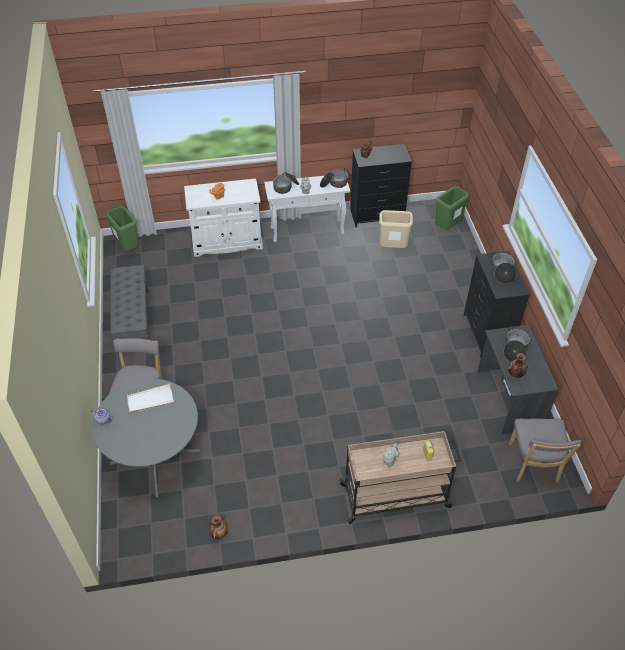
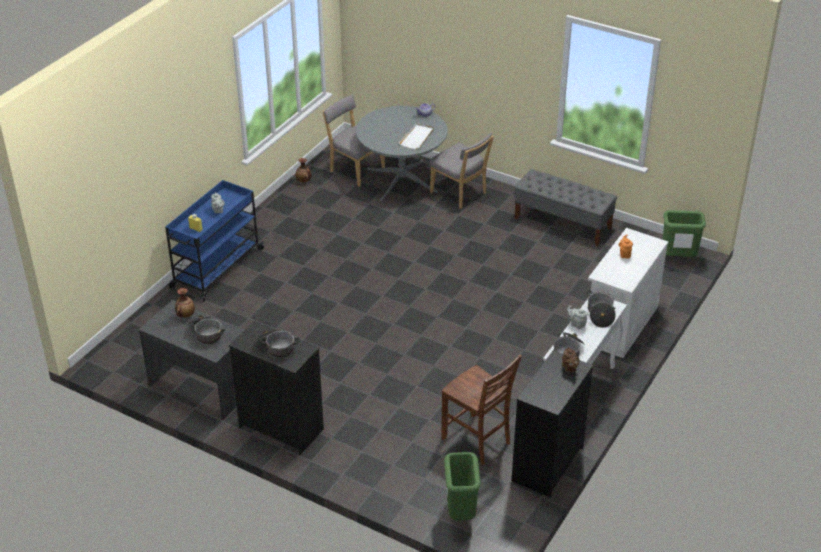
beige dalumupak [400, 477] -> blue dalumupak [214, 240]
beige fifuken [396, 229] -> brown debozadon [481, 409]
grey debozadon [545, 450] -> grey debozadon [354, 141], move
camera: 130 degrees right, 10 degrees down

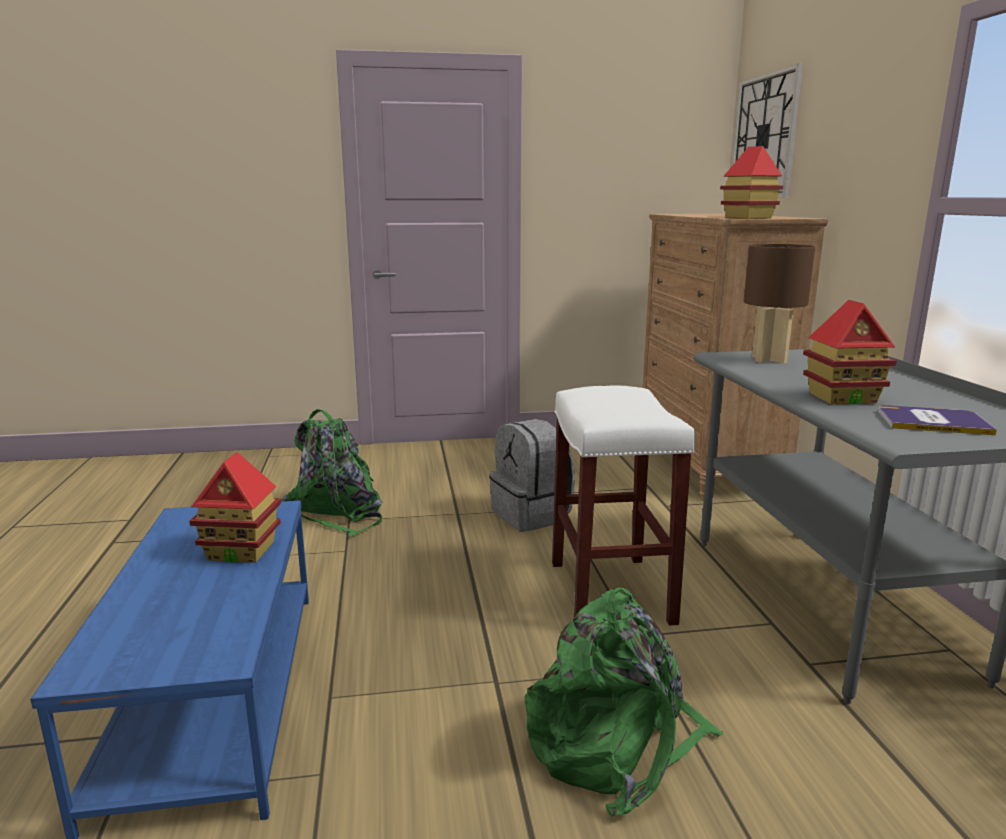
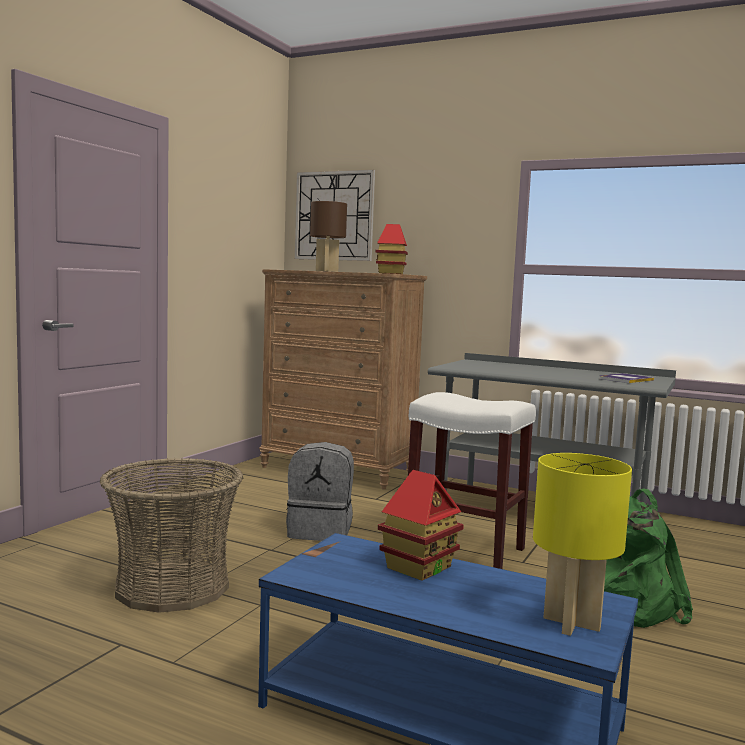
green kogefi [332, 473] -> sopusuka [171, 535]
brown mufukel [779, 304] -> brown mufukel [328, 236], move
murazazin [850, 352] -> none
none -> yellow mufukel [582, 544]
camera: 55 degrees left, 10 degrees down

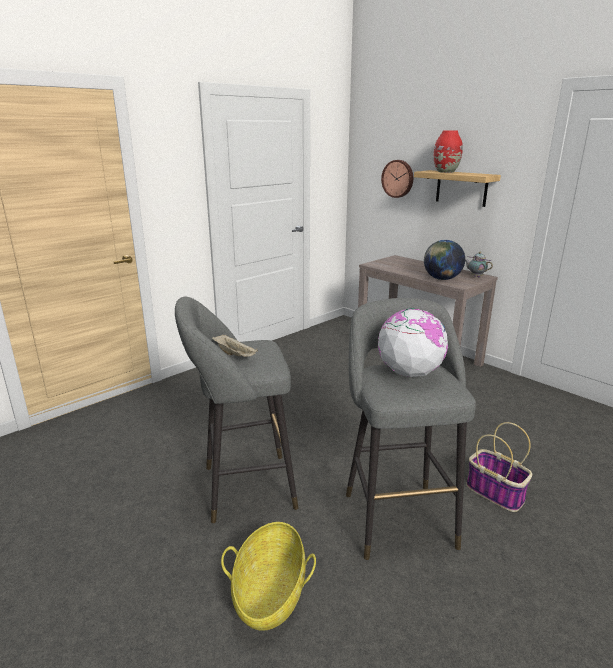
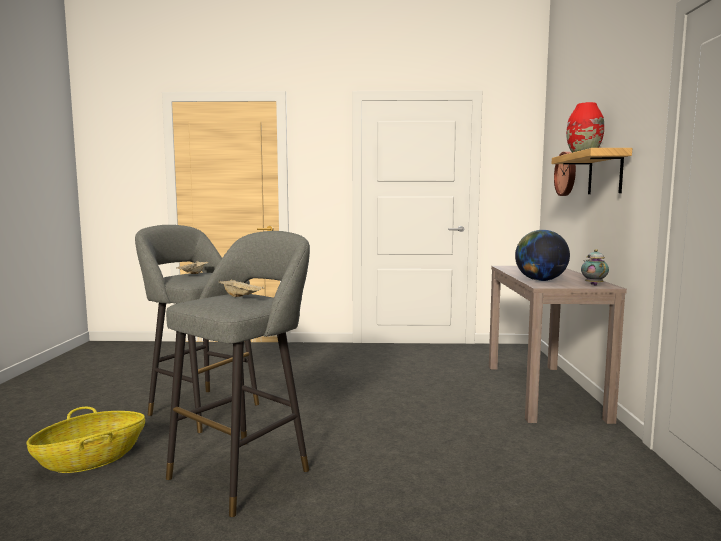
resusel [413, 342] -> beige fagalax [241, 288]
sopusuka [499, 467] -> none
camera: 45 degrees right, 15 degrees down

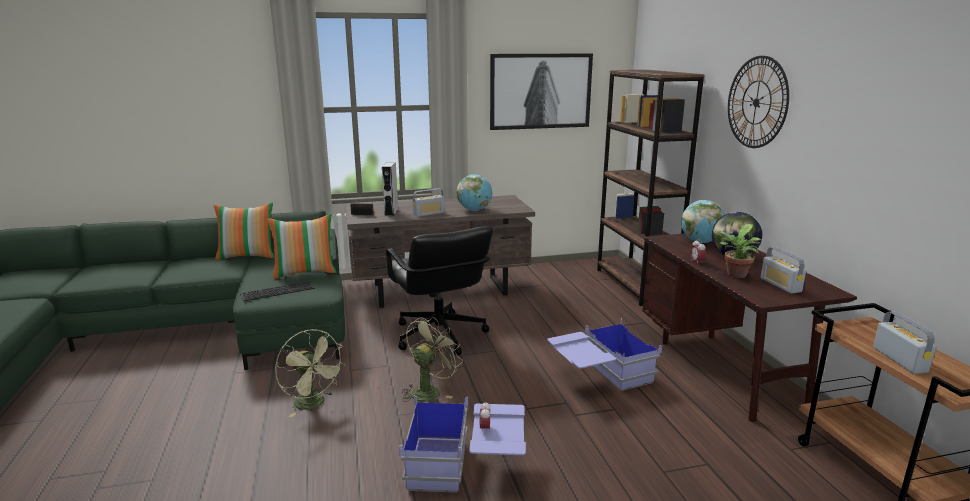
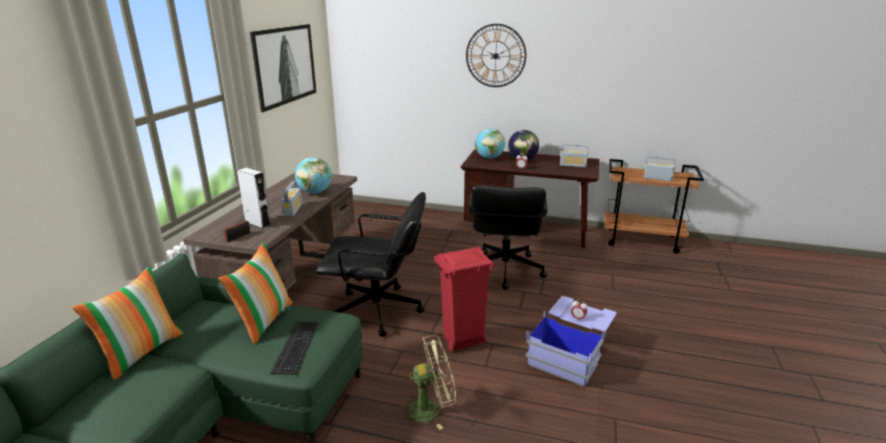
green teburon [432, 359] -> red fifuken [464, 299]
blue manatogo [604, 354] -> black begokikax [508, 237]
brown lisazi [651, 188] -> none
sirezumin [738, 251] -> none
camera: 60 degrees left, 5 degrees up

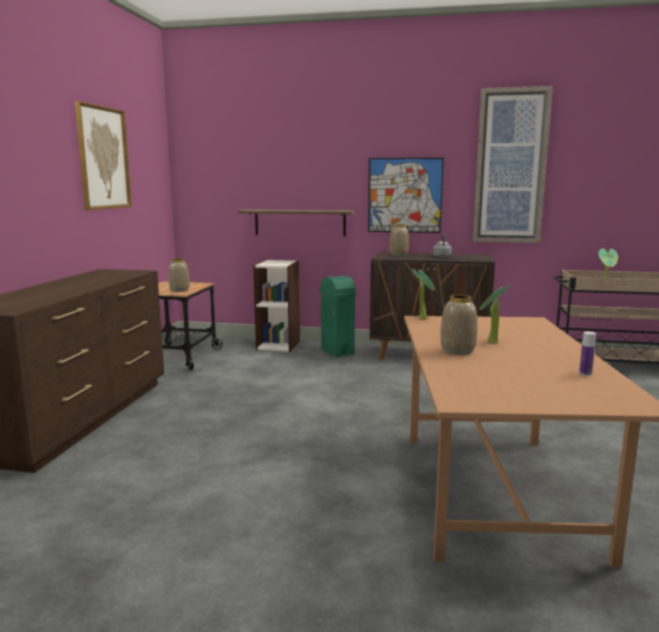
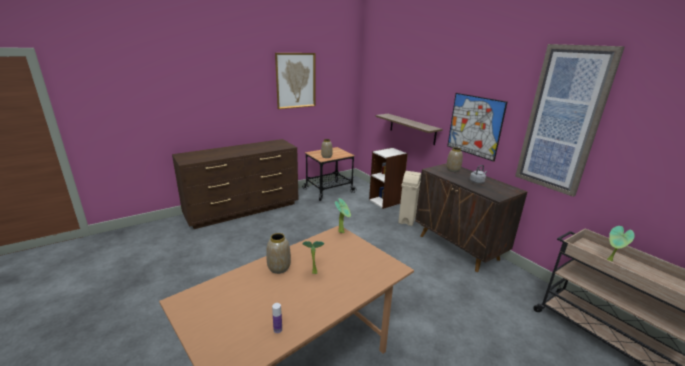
green fifuken [338, 316] -> beige fifuken [409, 198]
camera: 45 degrees right, 10 degrees up

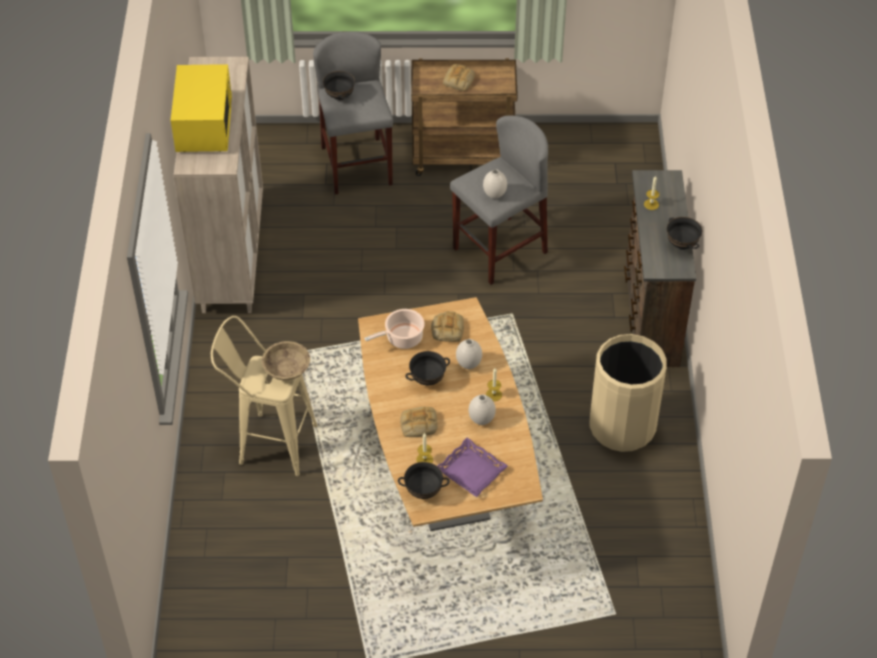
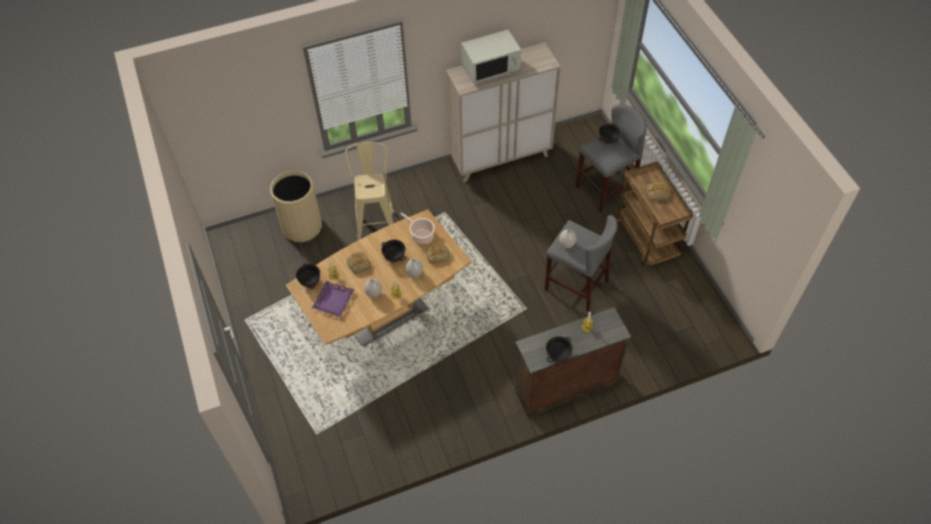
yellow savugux [201, 108] -> white savugux [491, 57]
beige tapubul [286, 360] -> none
beige fifuken [628, 393] -> beige fifuken [296, 206], move
camera: 70 degrees right, 5 degrees up

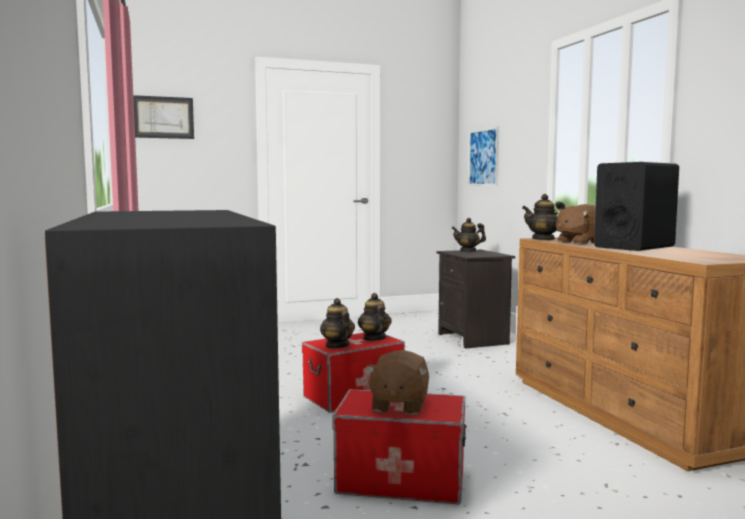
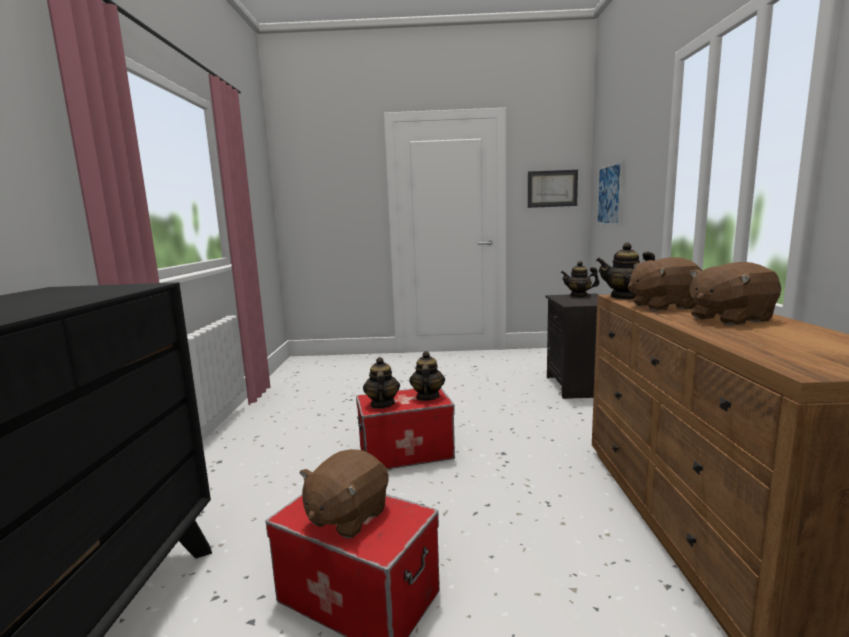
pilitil [163, 117] -> pilitil [553, 189], move
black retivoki [636, 206] -> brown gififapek [735, 294]
camera: 20 degrees right, 5 degrees up

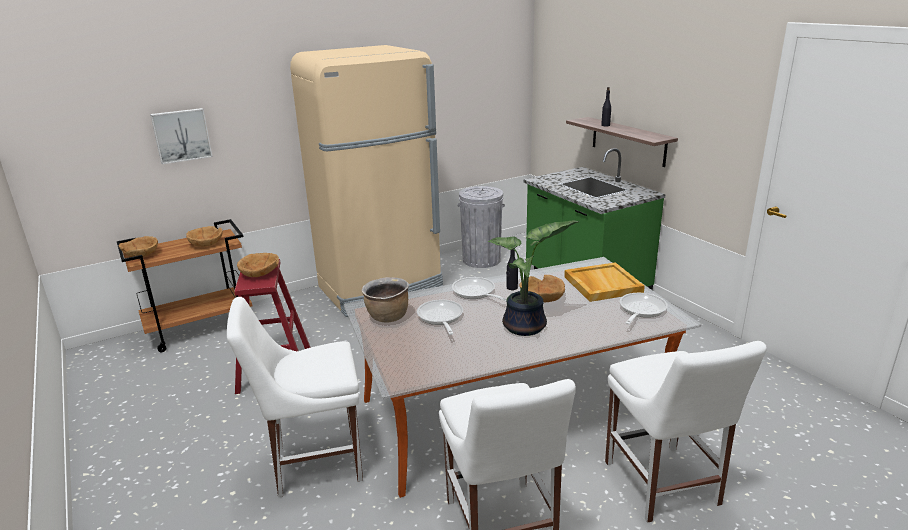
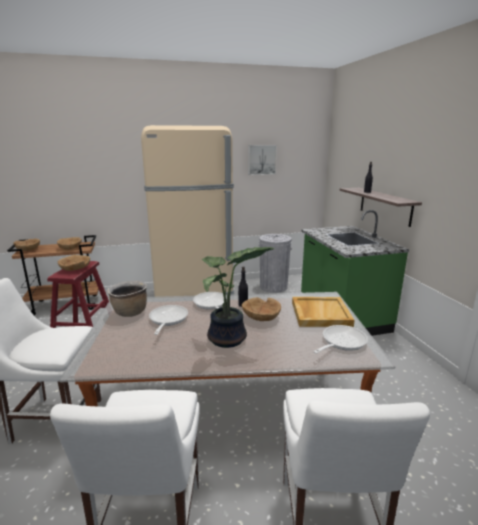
pilitil [181, 136] -> pilitil [262, 160], move
camera: 15 degrees right, 5 degrees down

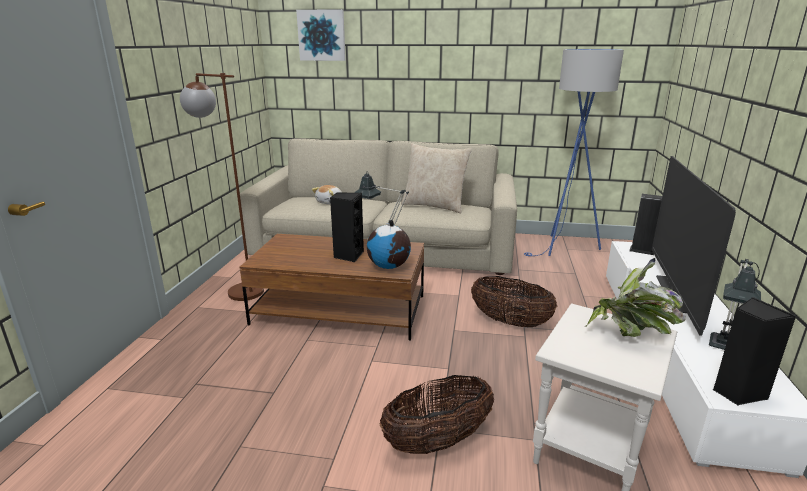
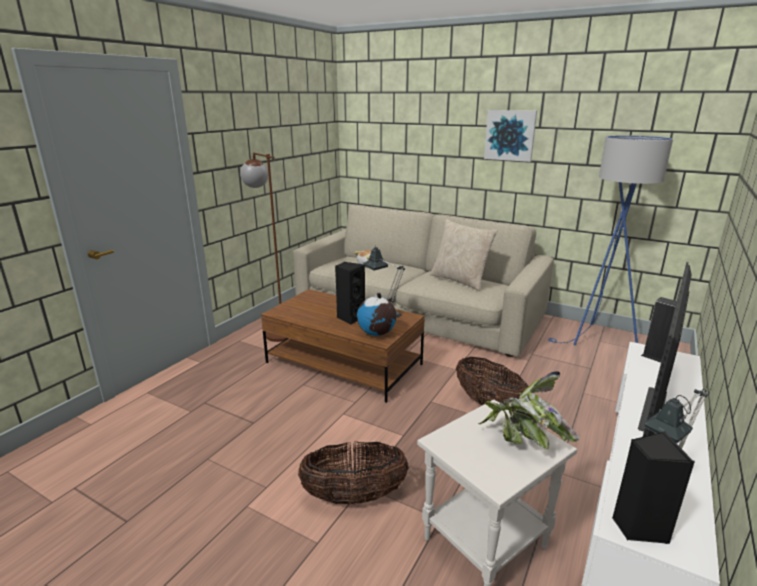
pilitil [321, 35] -> pilitil [510, 136], move
camera: 20 degrees right, 0 degrees up

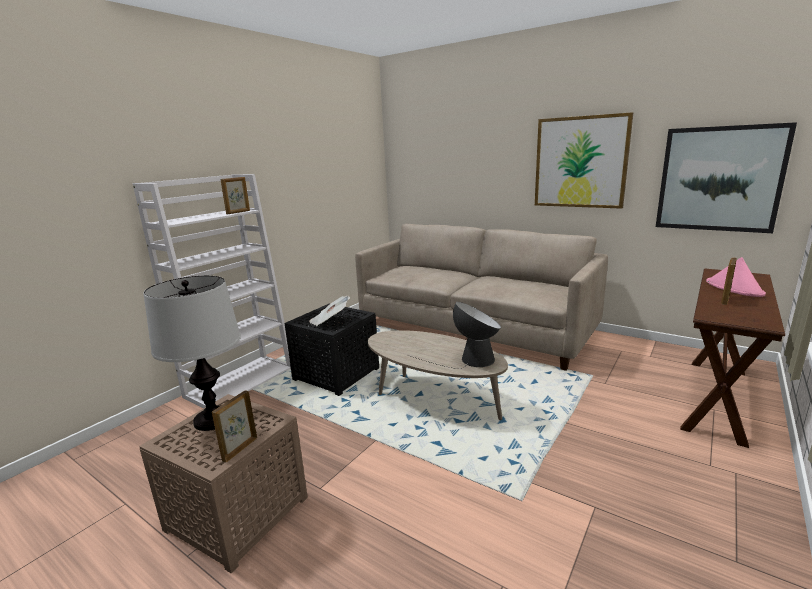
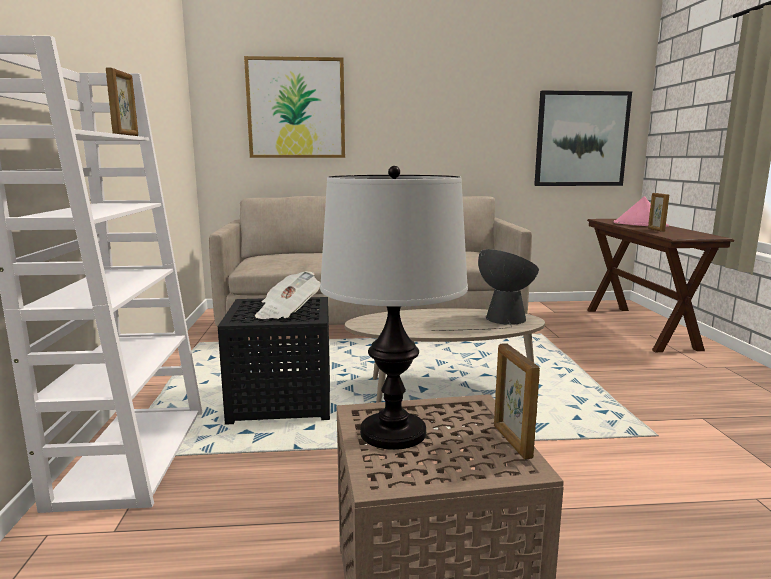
pilitil [584, 160] -> pilitil [294, 107], move
camera: 40 degrees left, 5 degrees down

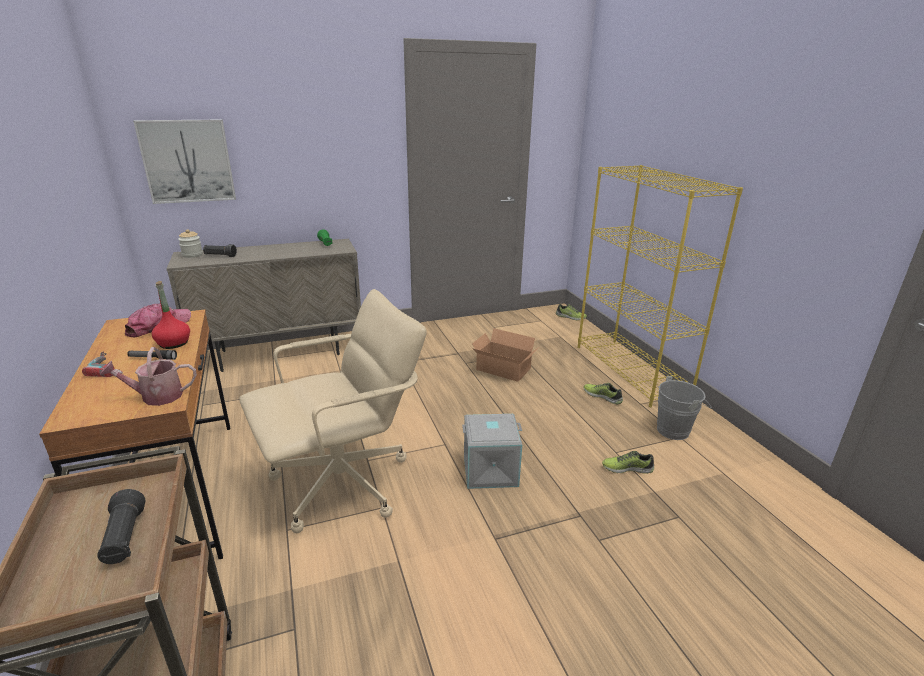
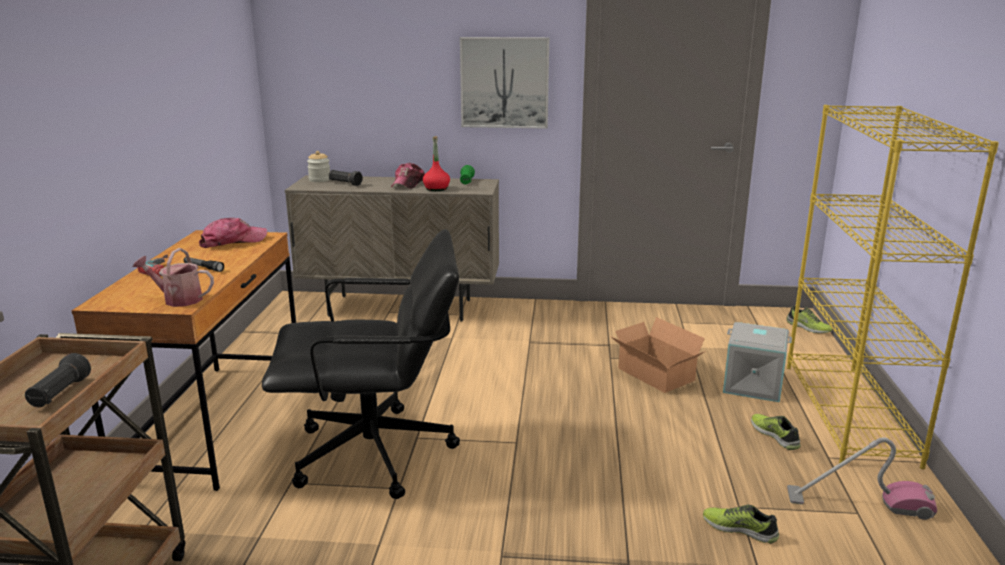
pilitil [184, 162] -> pilitil [504, 83], move
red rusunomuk [171, 315] -> red rusunomuk [436, 163], move
beige begokikax [333, 411] -> black begokikax [361, 364]
grey manatogo [492, 451] -> grey manatogo [757, 362], move
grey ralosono [684, 408] -> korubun [862, 478]
none -> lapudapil [408, 176]
camera: 25 degrees right, 5 degrees down

